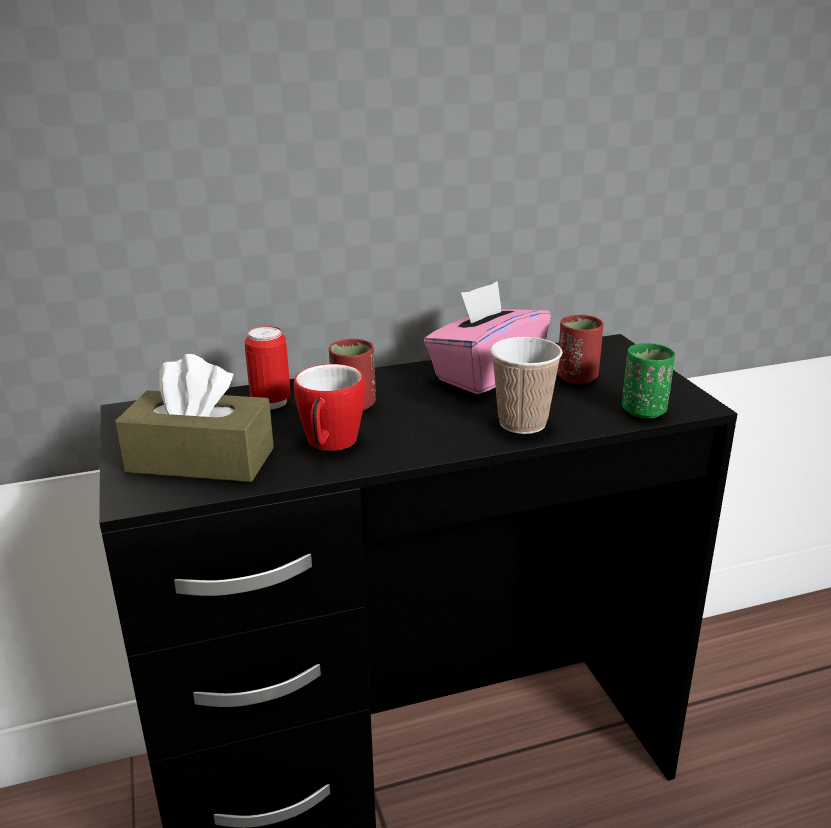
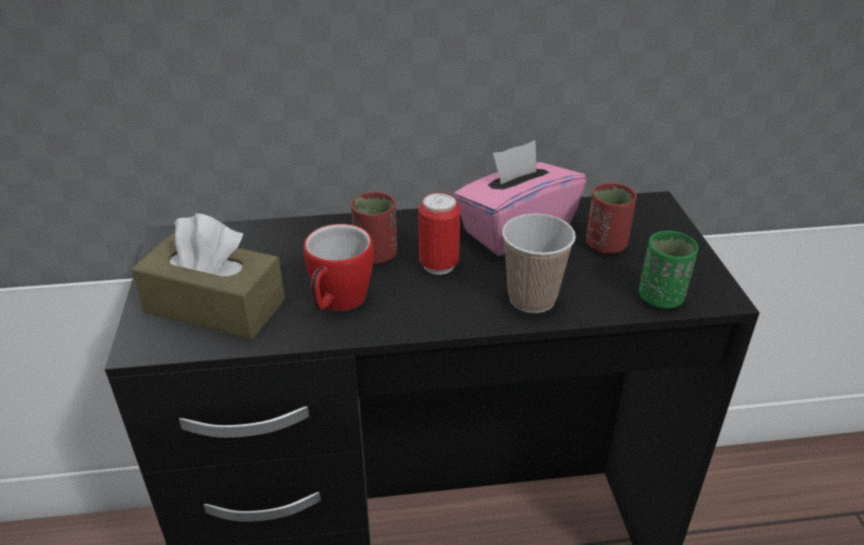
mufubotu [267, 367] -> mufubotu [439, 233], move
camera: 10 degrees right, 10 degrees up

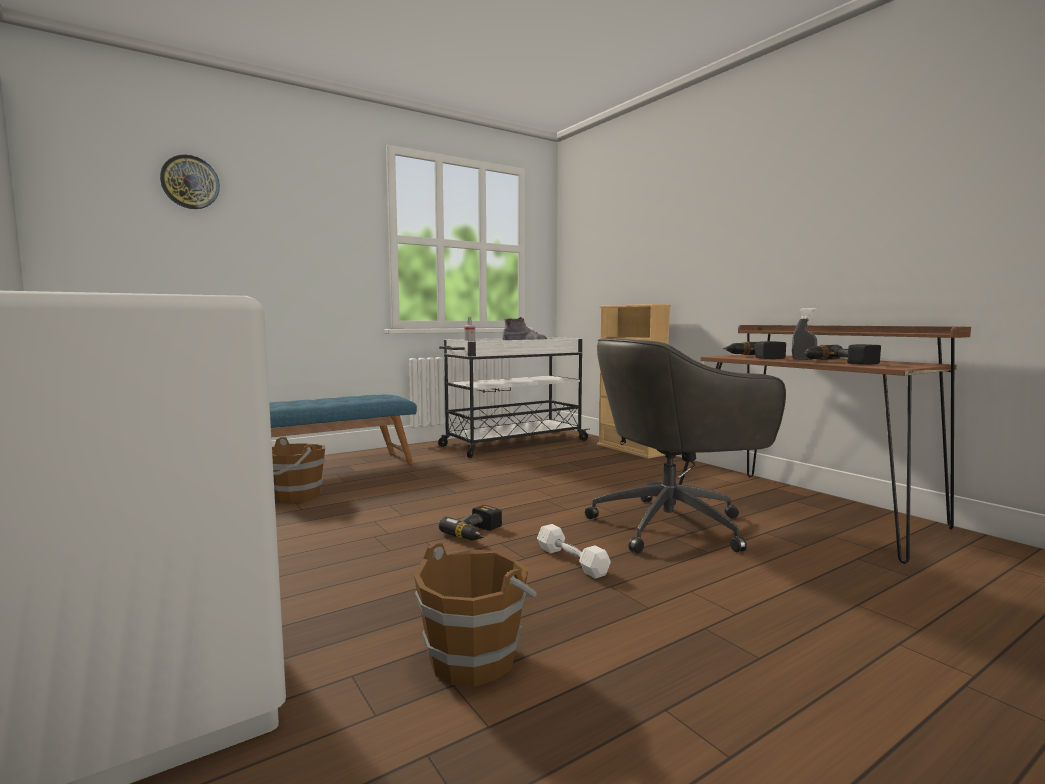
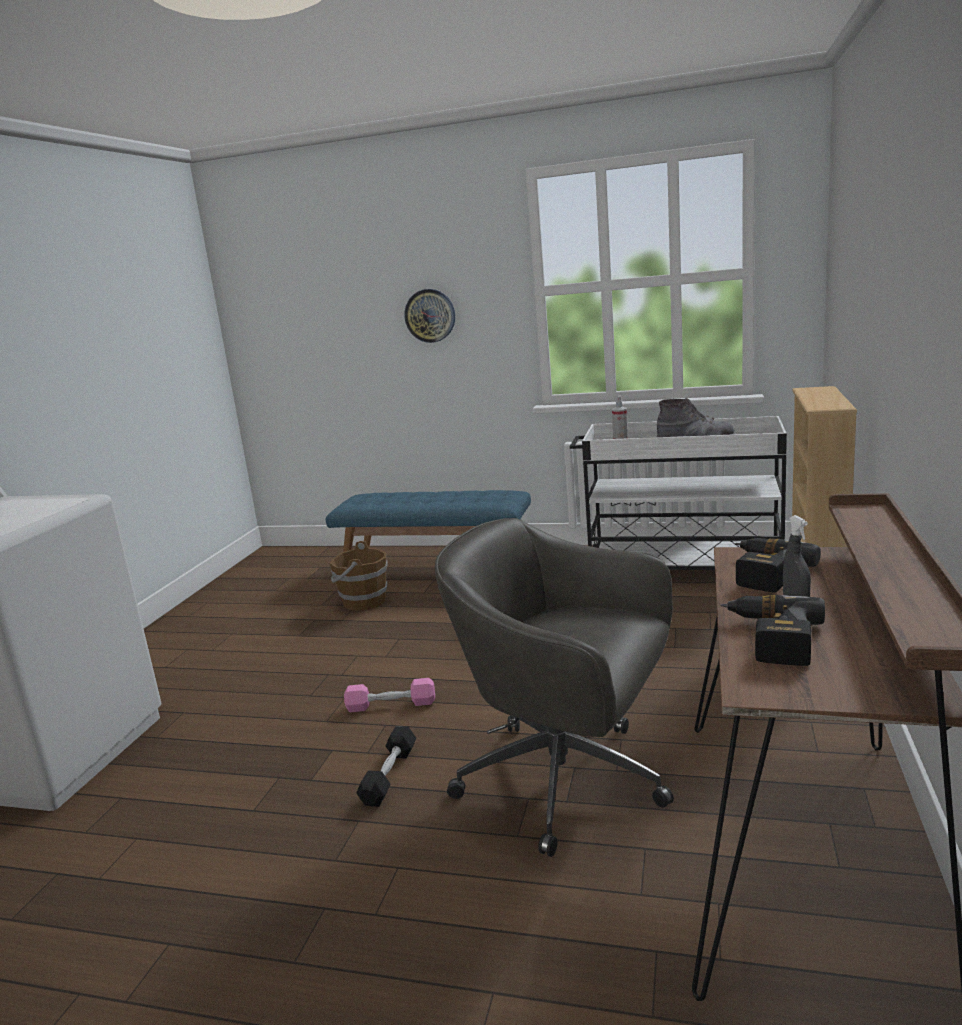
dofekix [190, 181] -> dofekix [429, 316], move
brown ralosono [475, 614] -> none
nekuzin [470, 523] -> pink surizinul [389, 695]
white surizinul [574, 551] -> black surizinul [386, 766]
camera: 50 degrees right, 10 degrees up

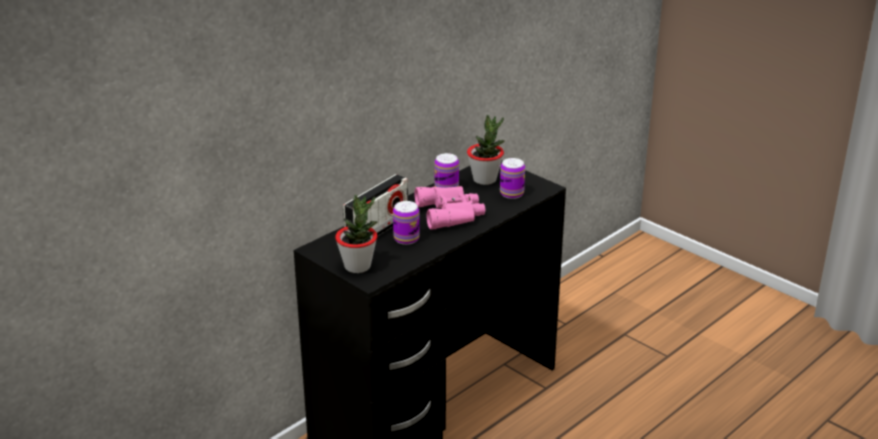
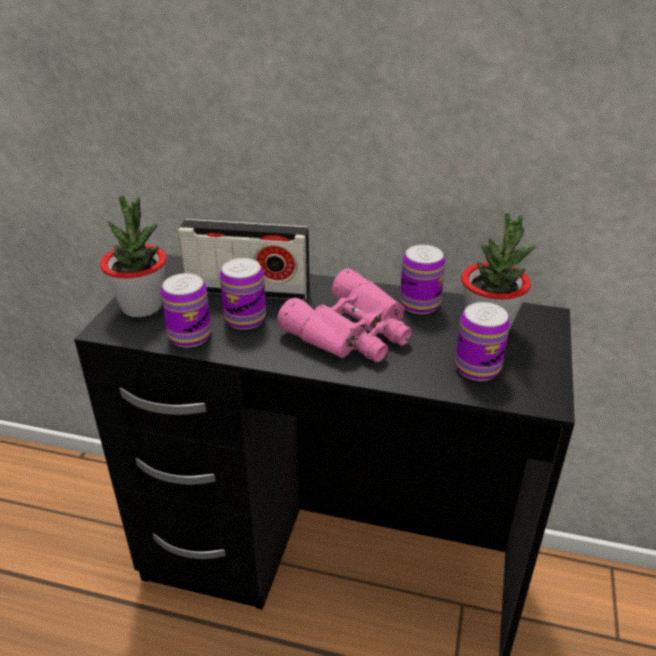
none -> mufubotu [186, 310]
camera: 60 degrees right, 5 degrees up

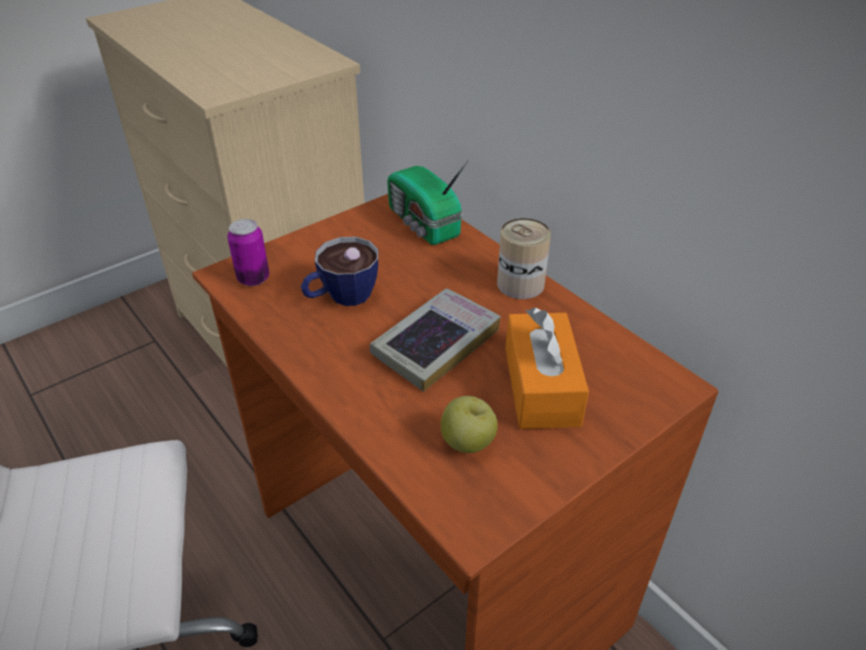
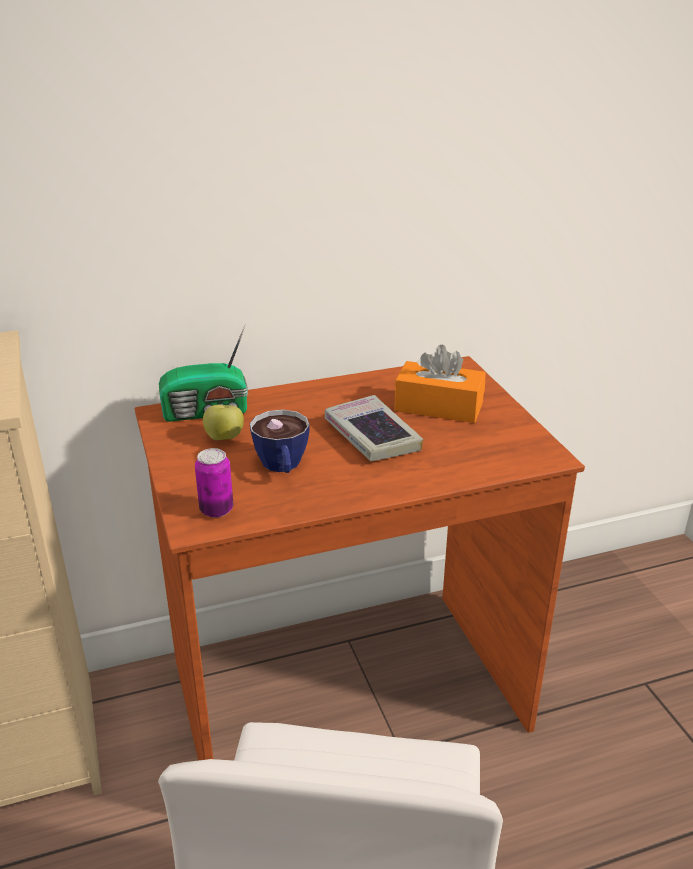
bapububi [469, 424] -> bapububi [223, 422], move
mufubotu [524, 258] -> none
camera: 70 degrees left, 10 degrees down

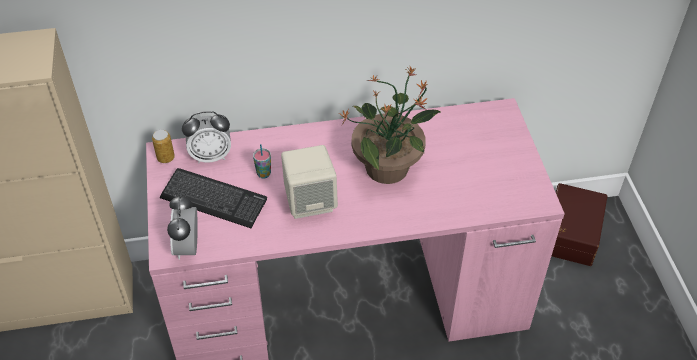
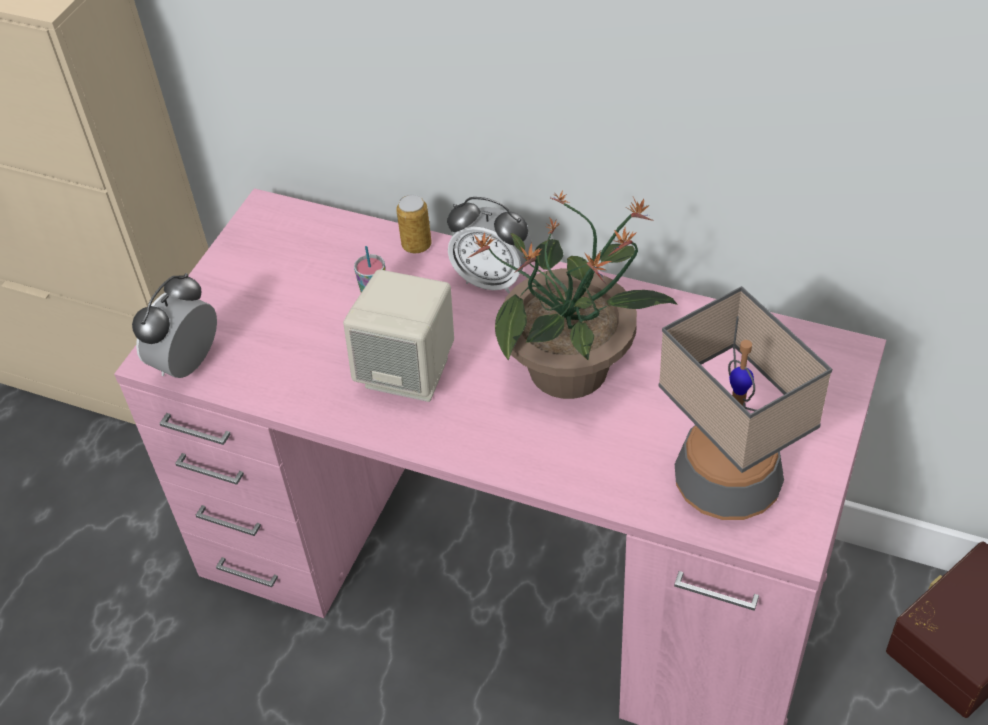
mufubotu [163, 146] -> mufubotu [414, 223], move
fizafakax [213, 198] -> none
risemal [206, 137] -> risemal [489, 245], move
none -> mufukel [745, 403]
camera: 35 degrees right, 0 degrees up

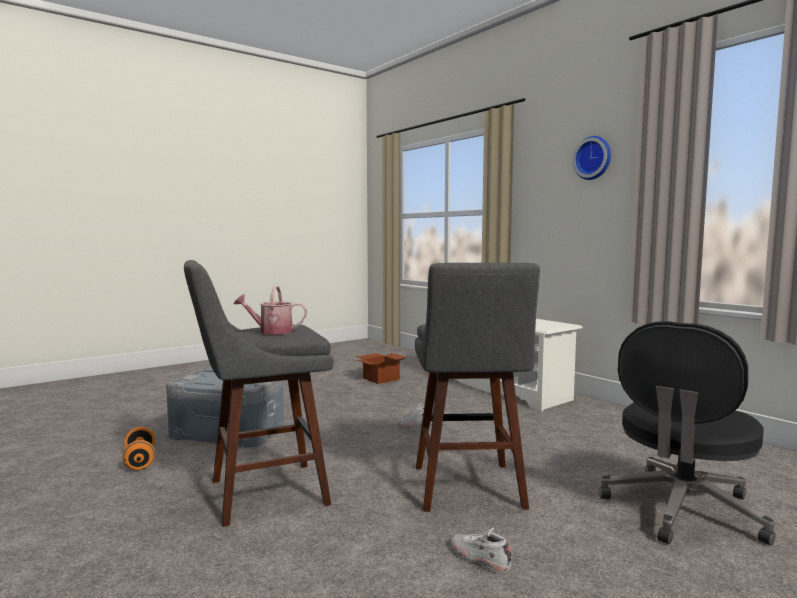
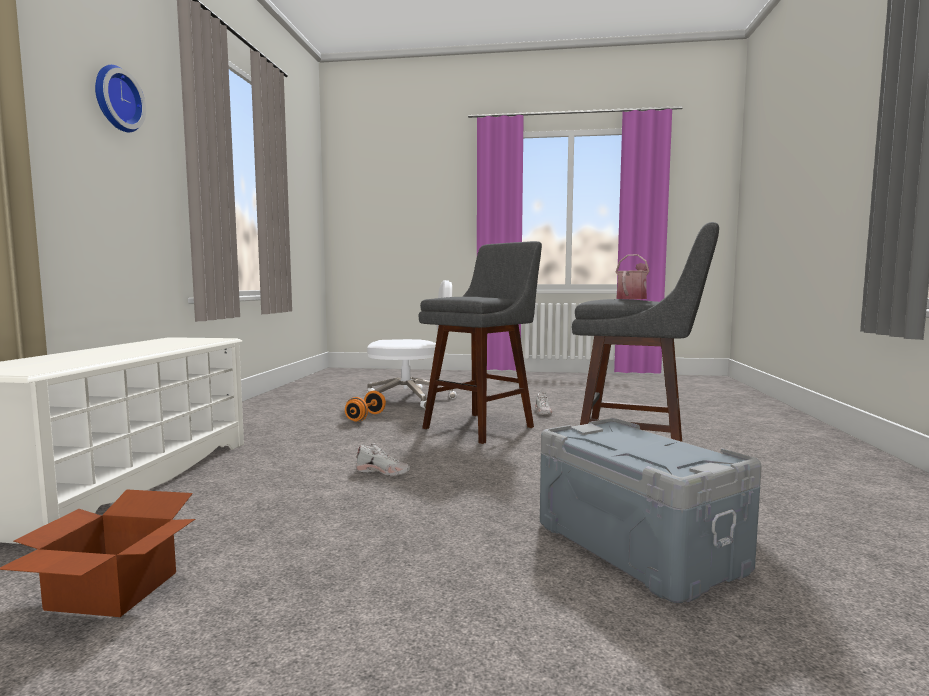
orange surizinul [138, 448] -> orange surizinul [365, 406], move
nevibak [270, 310] -> nevibak [633, 276], 105 degrees counterclockwise
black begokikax [687, 433] -> white begokikax [411, 344]
camera: 135 degrees left, 0 degrees up

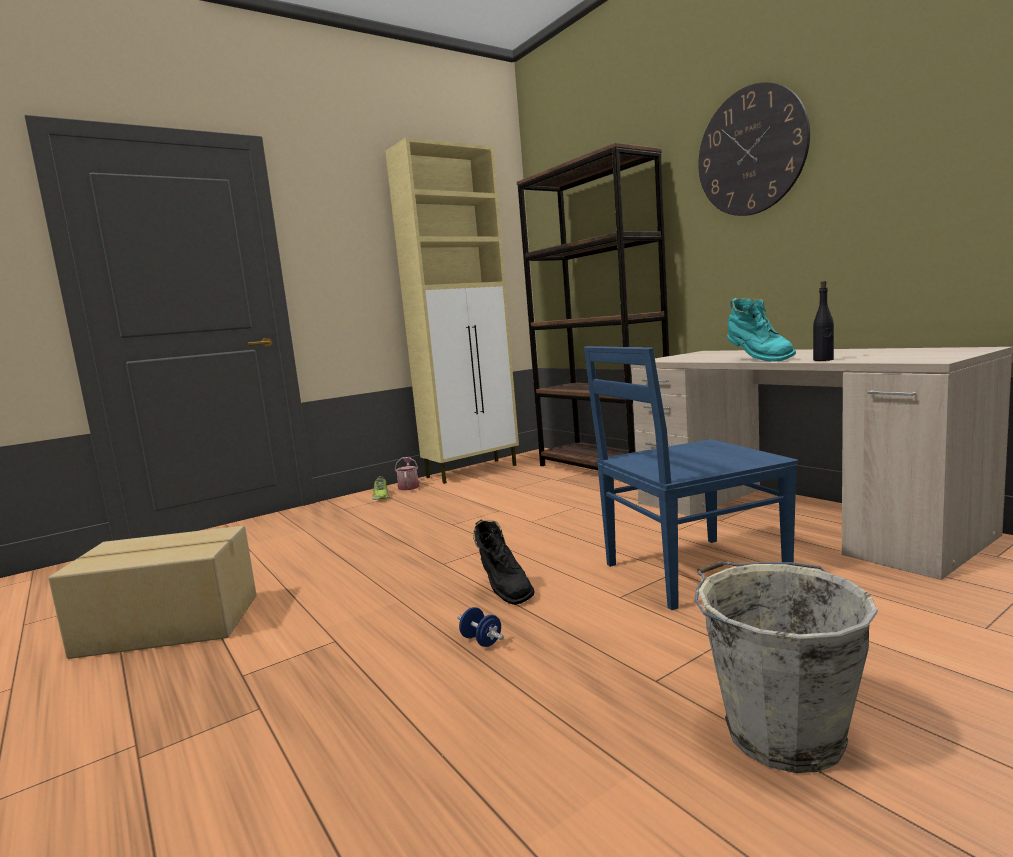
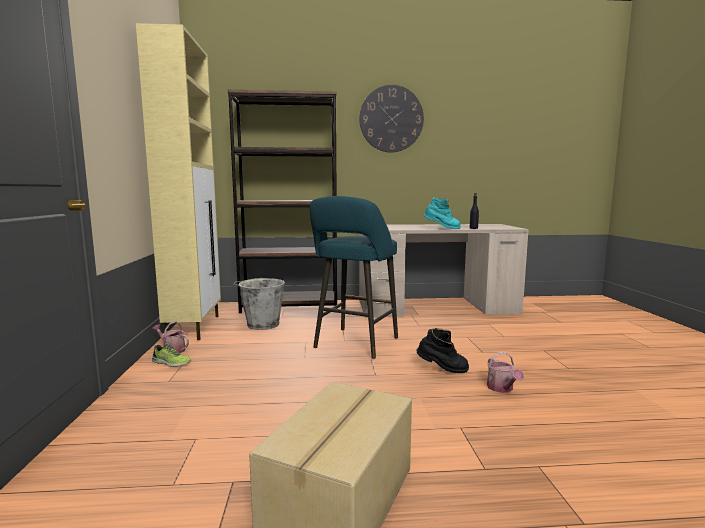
blue surizinul [480, 627] -> nevibak [505, 372]
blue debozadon [691, 478] -> none
grey ralosono [786, 667] -> grey ralosono [259, 304], move
none -> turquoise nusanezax [354, 277]
camera: 60 degrees left, 0 degrees up

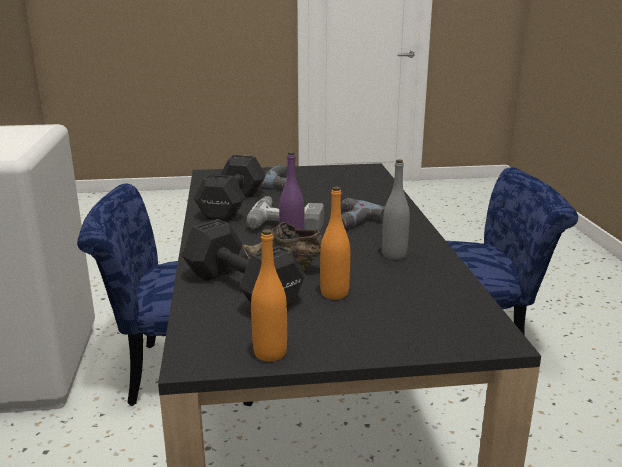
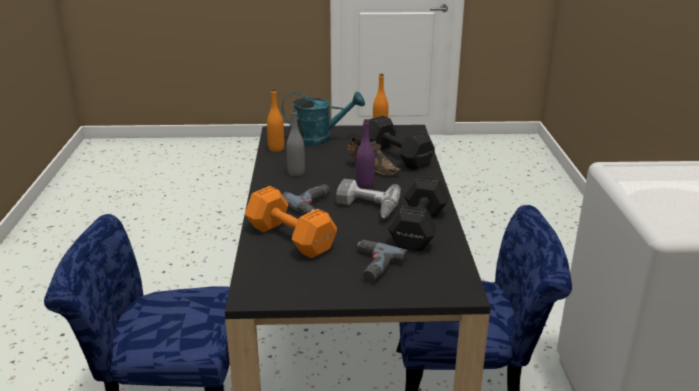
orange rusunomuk [335, 242] -> orange rusunomuk [275, 120], move
none -> orange surizinul [291, 222]
none -> turquoise nevibak [323, 118]
camera: 175 degrees left, 5 degrees up

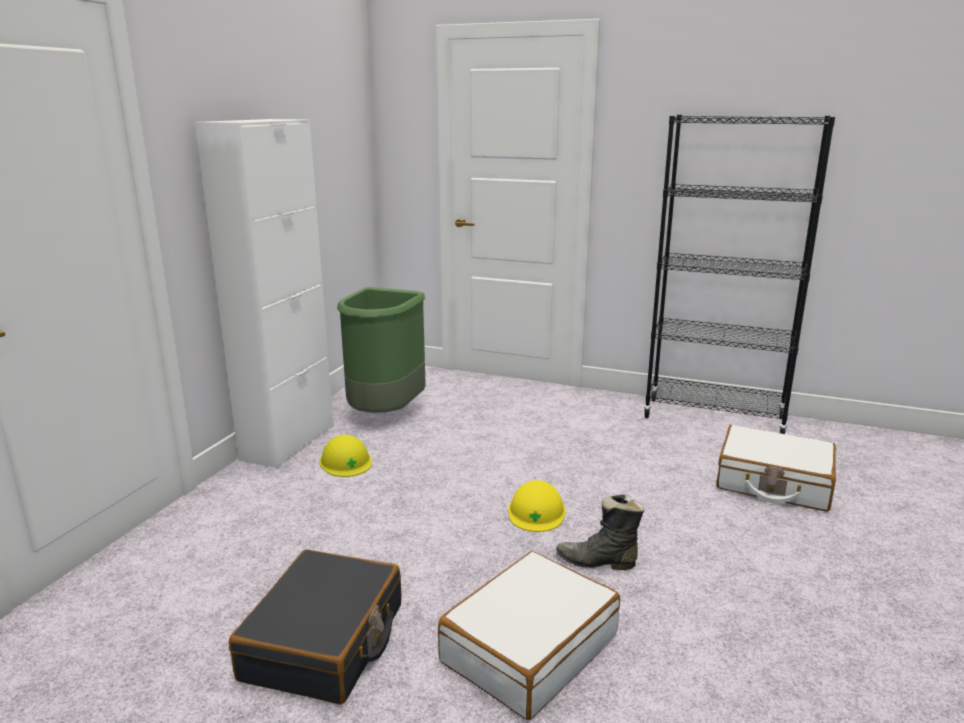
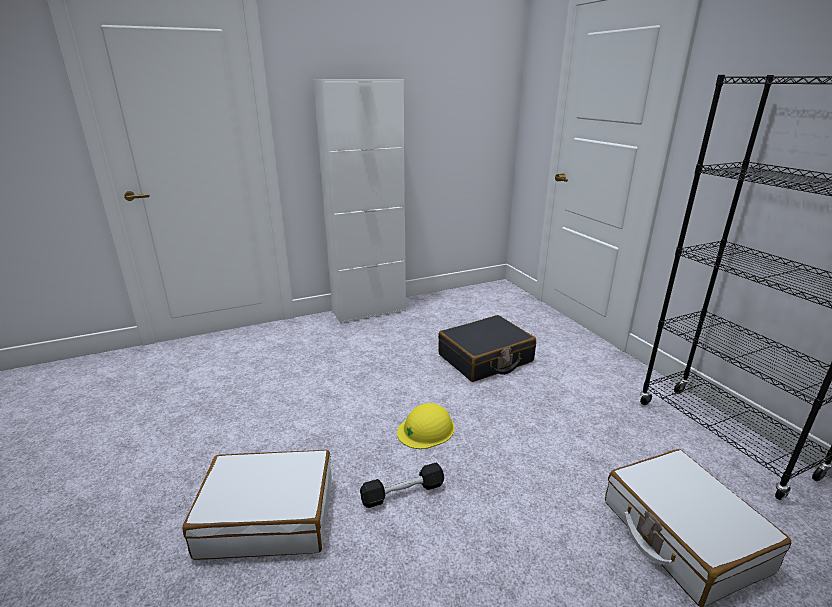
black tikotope [315, 627] -> black tikotope [487, 348], move
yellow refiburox [345, 456] -> none
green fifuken [381, 350] -> none
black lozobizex [600, 532] -> black surizinul [402, 485]
camera: 45 degrees right, 5 degrees up

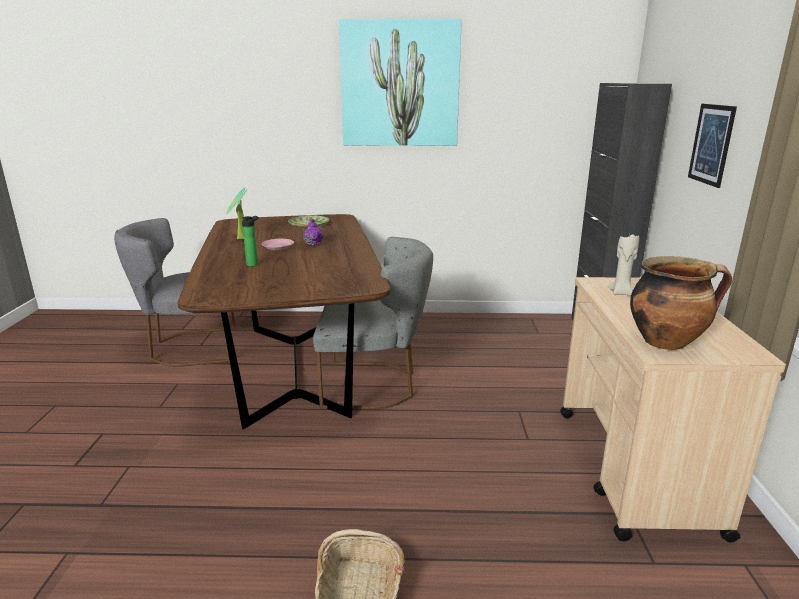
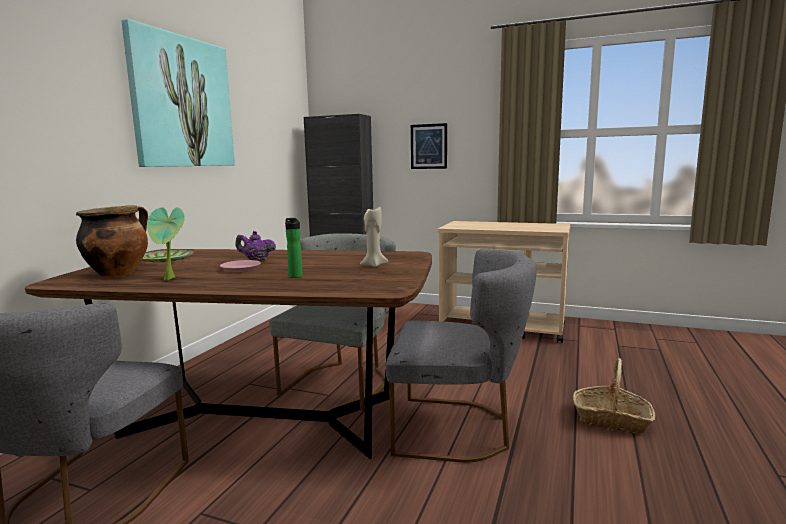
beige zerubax [623, 265] -> beige zerubax [374, 237], move
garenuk [681, 303] -> garenuk [112, 241], move
none -> grey debozadon [461, 356]
camera: 70 degrees left, 10 degrees down

